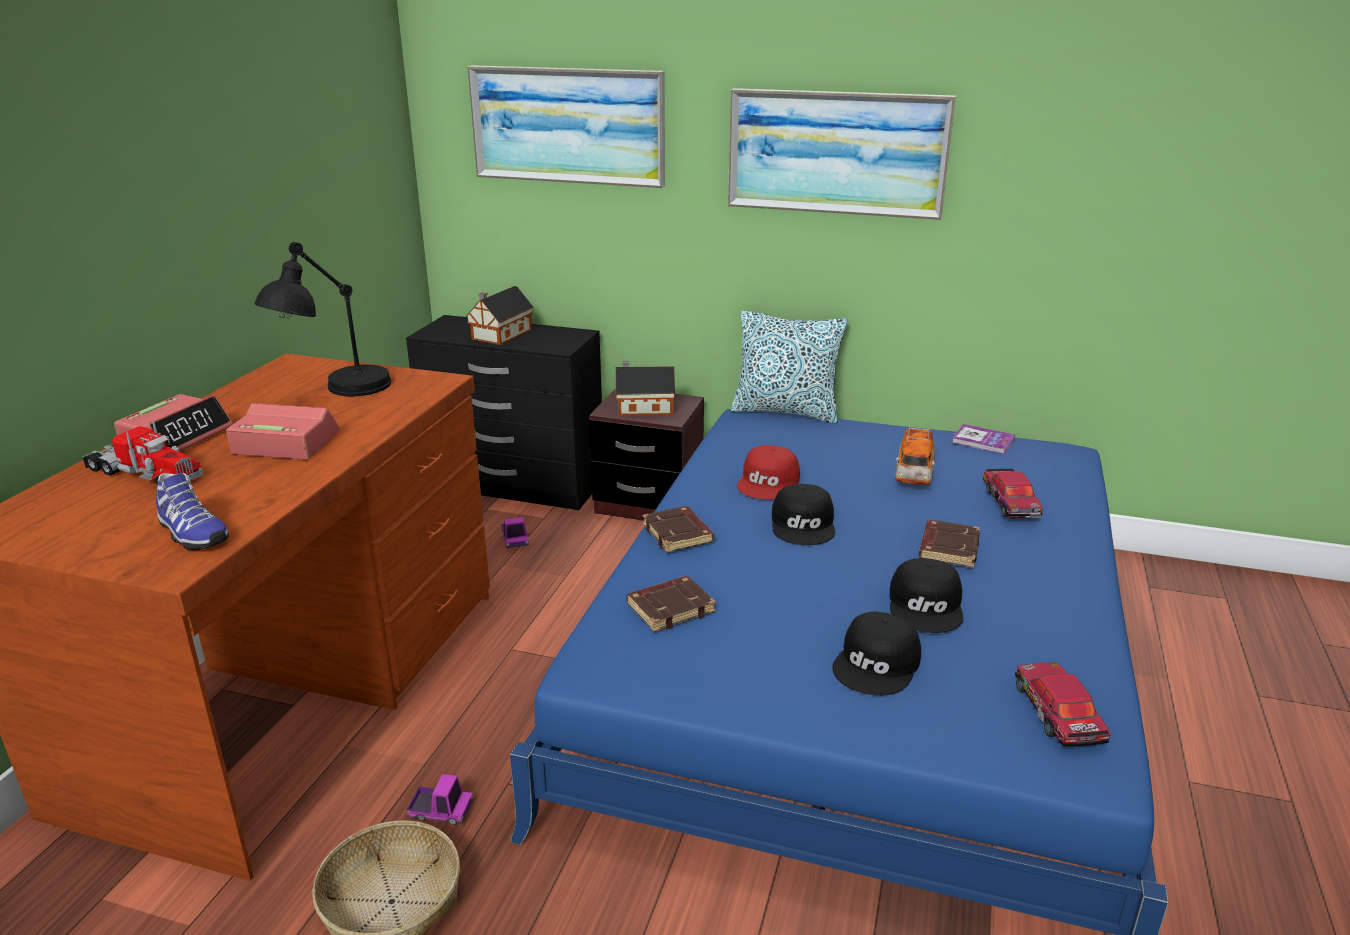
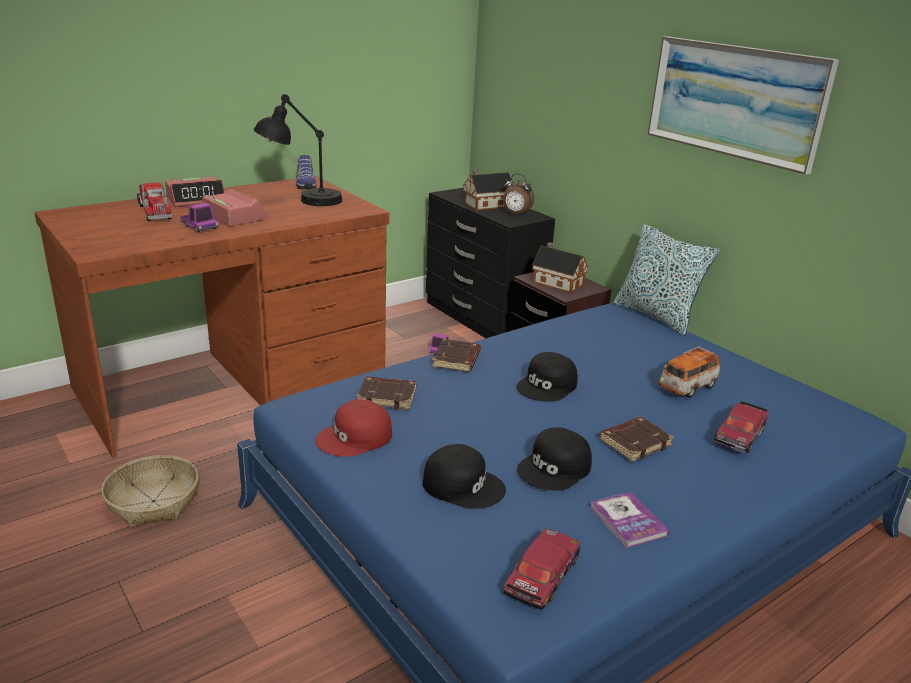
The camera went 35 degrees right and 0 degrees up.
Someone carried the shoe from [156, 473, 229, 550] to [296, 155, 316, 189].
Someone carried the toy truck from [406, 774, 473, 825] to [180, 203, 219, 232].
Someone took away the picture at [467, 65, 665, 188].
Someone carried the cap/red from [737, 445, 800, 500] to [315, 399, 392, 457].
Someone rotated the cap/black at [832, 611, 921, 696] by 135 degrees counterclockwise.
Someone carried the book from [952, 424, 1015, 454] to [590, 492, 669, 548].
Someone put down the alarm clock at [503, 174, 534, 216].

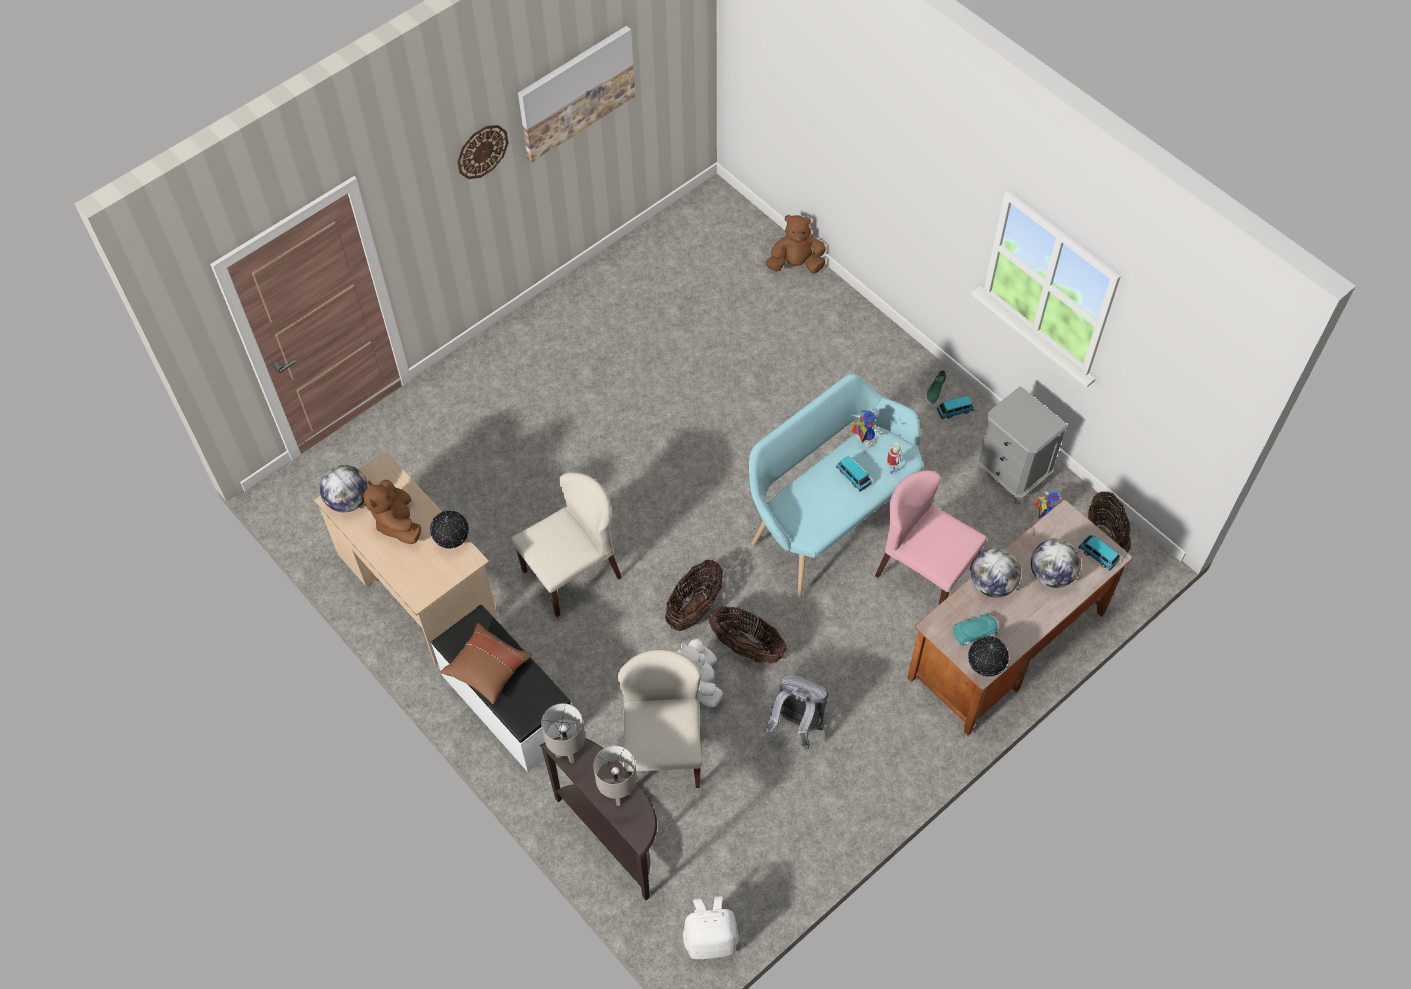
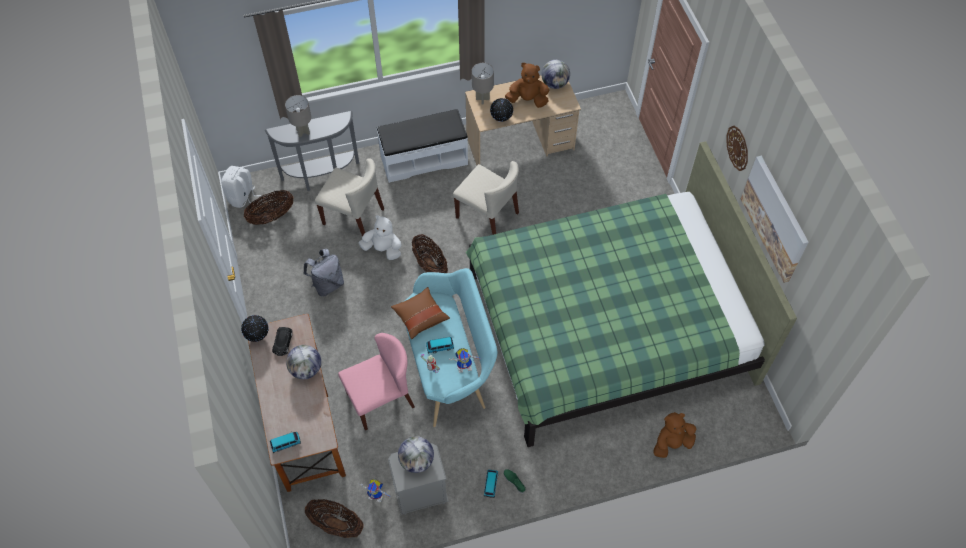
The camera went 115 degrees right and 0 degrees up.
Someone carried the pillow/brown from [440, 623, 532, 704] to [391, 287, 450, 339].
Someone rotated the chair/beige at [511, 472, 622, 617] by 45 degrees counterclockwise.
Someone repainted the console table/brown at [540, 735, 657, 900], which became the console table/grey at [265, 111, 359, 191].
Someone carried the table lamp/grey from [541, 703, 585, 763] to [471, 63, 494, 104].
Someone carried the basket from [709, 606, 787, 664] to [244, 190, 293, 225].
Someone rotated the plush toy/brown at [766, 215, 826, 274] by 135 degrees counterclockwise.
Someone repainted the toy car/turquoise at [952, 614, 998, 645], which became the toy car/black at [272, 327, 293, 356].
Someone carried the globe from [1031, 539, 1081, 588] to [398, 436, 434, 473].
Someone put down the bed/green at [466, 141, 797, 447].

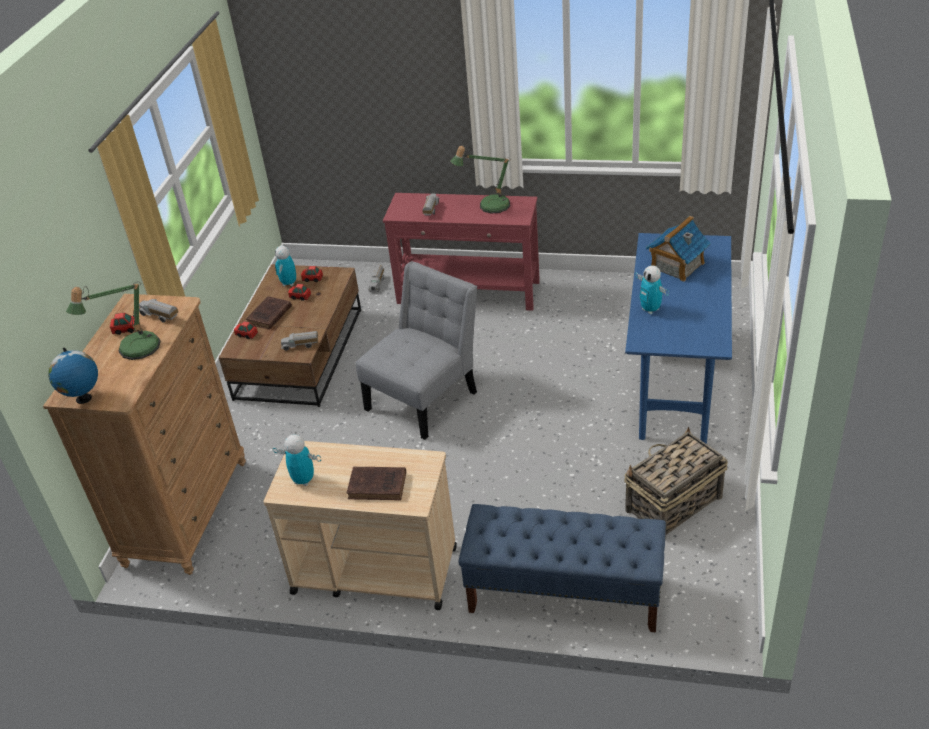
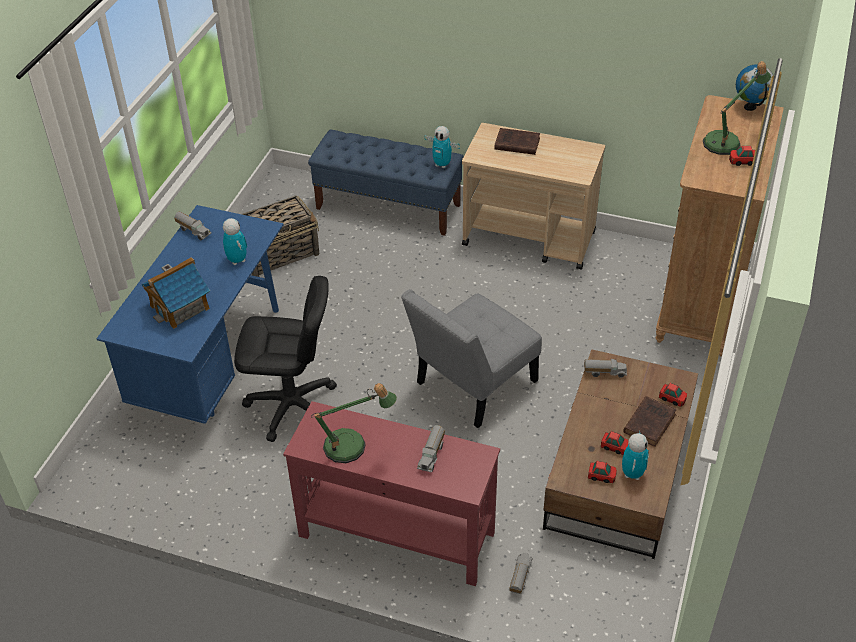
The camera went 175 degrees left and 5 degrees up.
Someone carried the toy truck from [139, 299, 178, 323] to [174, 211, 212, 240].
Someone carried the toy robot from [273, 434, 321, 486] to [424, 126, 460, 168].
Someone put down the office chair/black at [234, 276, 337, 442].

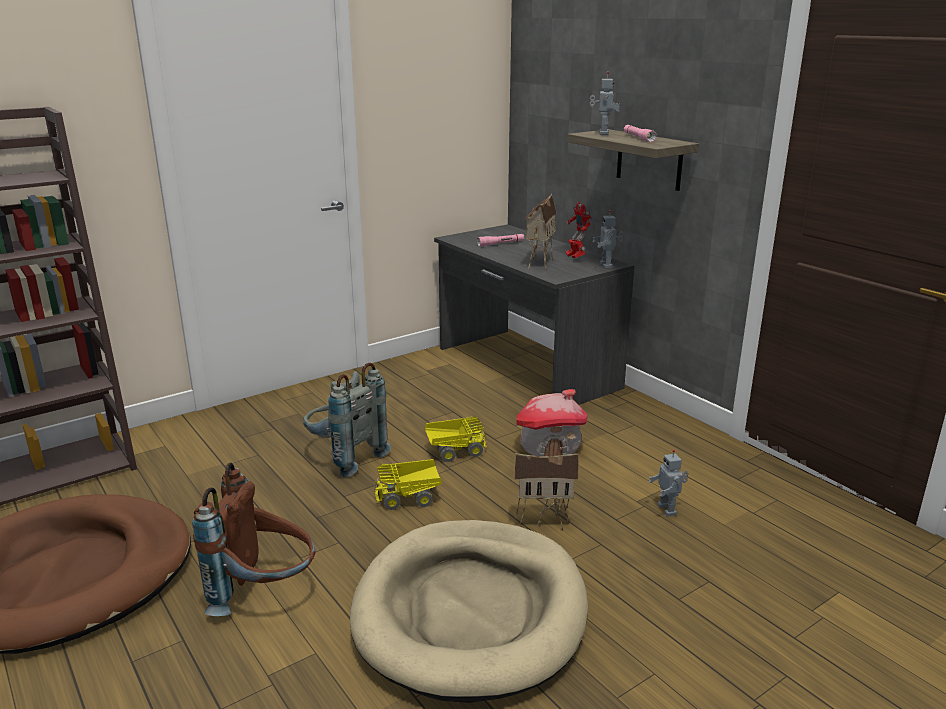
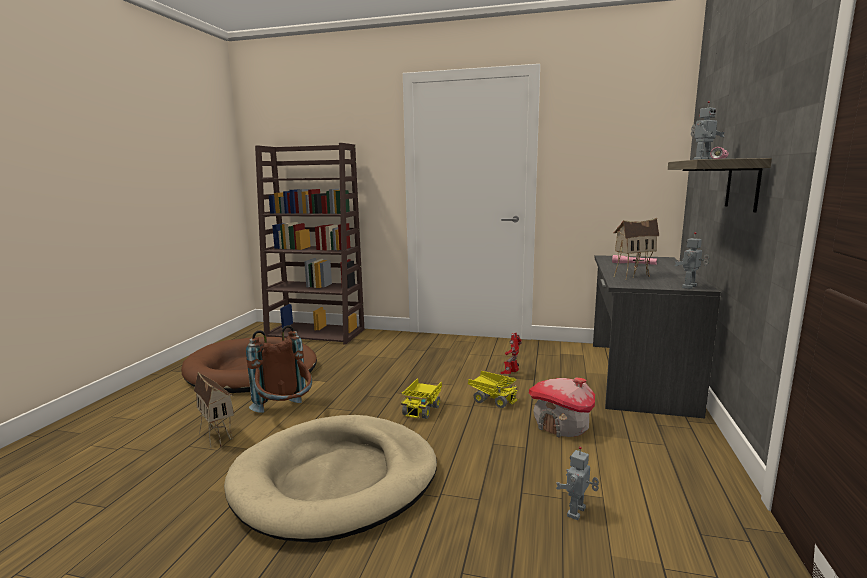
The camera went 50 degrees right and 10 degrees down.
Someone took away the backpack/grey at [303, 363, 391, 477].
Someone rotated the toy truck at [374, 459, 442, 510] by 105 degrees counterclockwise.
Someone carried the toy house from [514, 453, 579, 530] to [194, 372, 234, 448].
Someone carried the toy robot from [566, 202, 592, 258] to [501, 332, 522, 374].

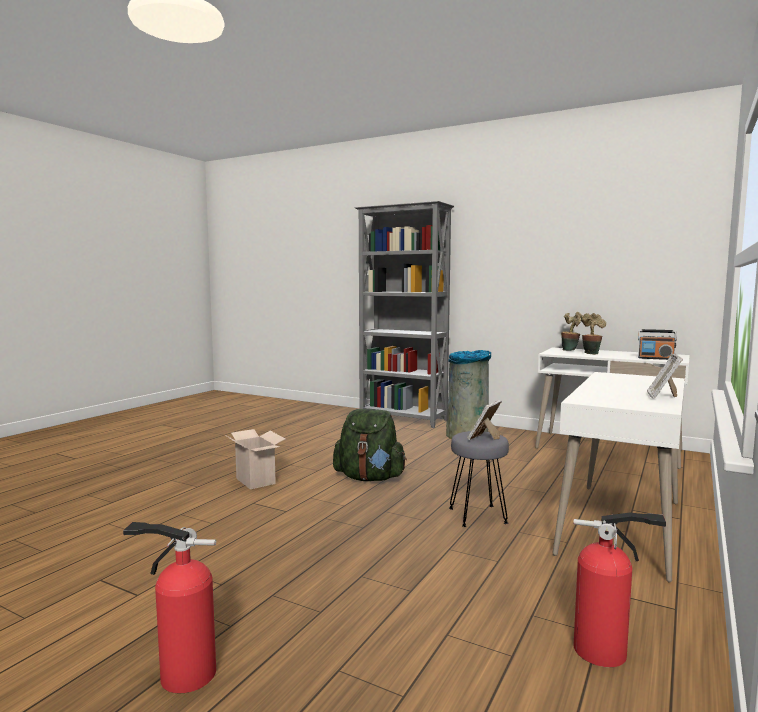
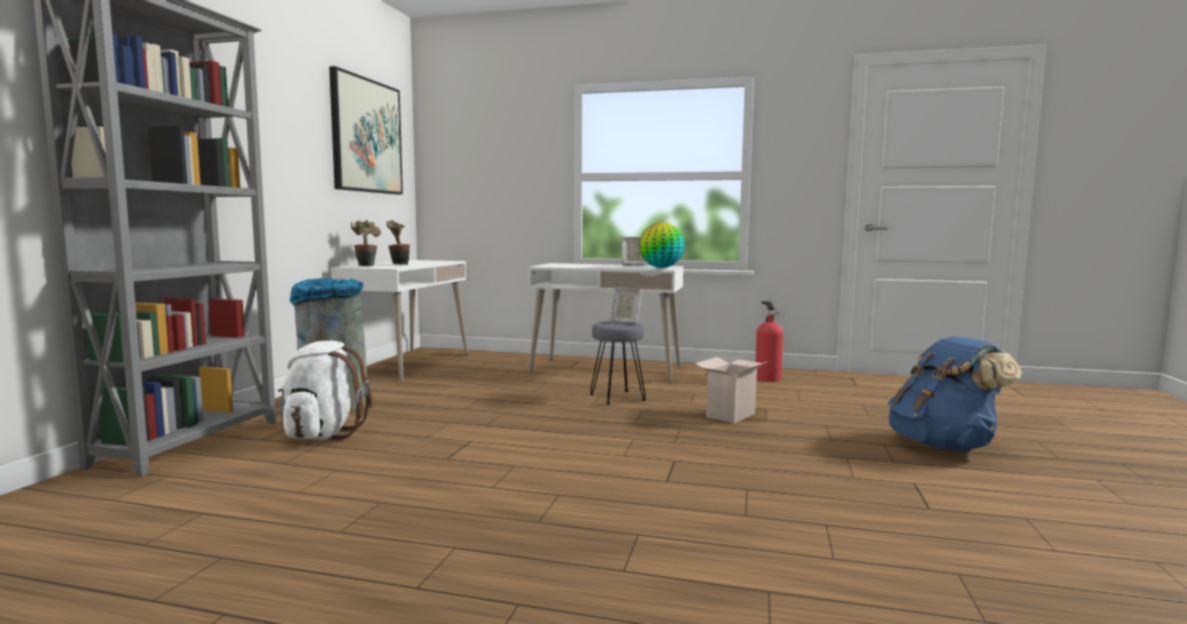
The camera went 105 degrees left and 0 degrees up.
Someone swapped the fire extinguisher at [123, 522, 216, 693] for the backpack/blue at [888, 336, 1022, 452].
Someone carried the cardboard box from [225, 429, 285, 489] to [695, 357, 769, 423].
Someone took away the backpack/green at [333, 409, 407, 481].
Someone took away the radio at [638, 329, 677, 360].
Someone put down the backpack/white at [278, 341, 373, 440].
Someone put up the picture at [329, 66, 403, 195].
Someone put down the globe at [639, 222, 685, 268].

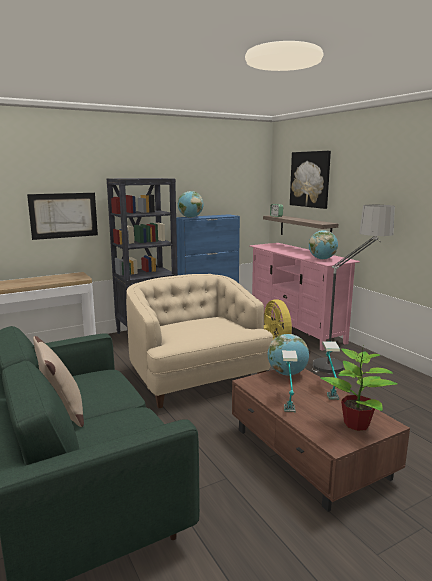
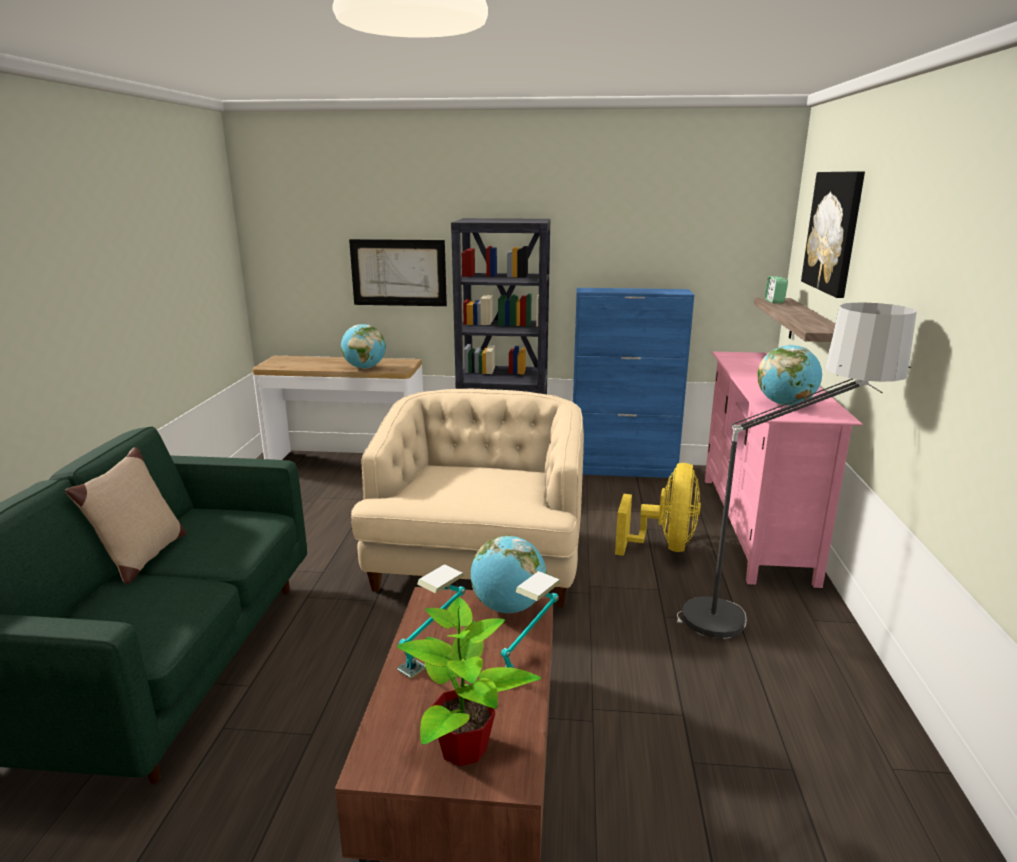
The camera went 35 degrees right and 5 degrees up.
Someone carried the globe from [178, 191, 203, 218] to [341, 324, 386, 369].

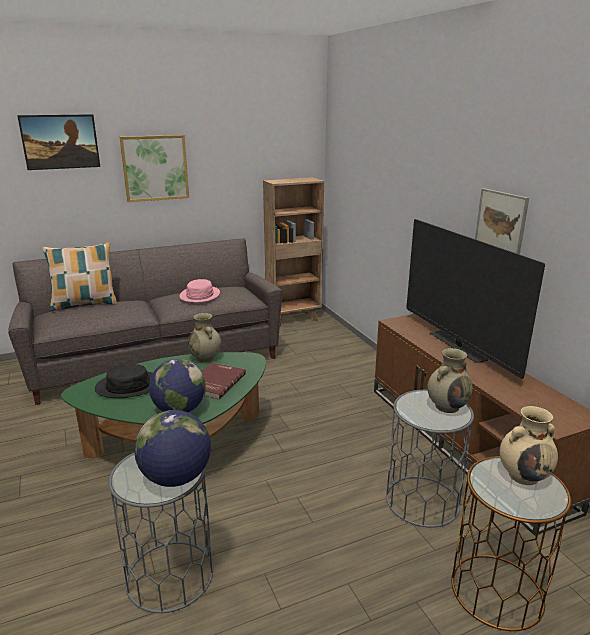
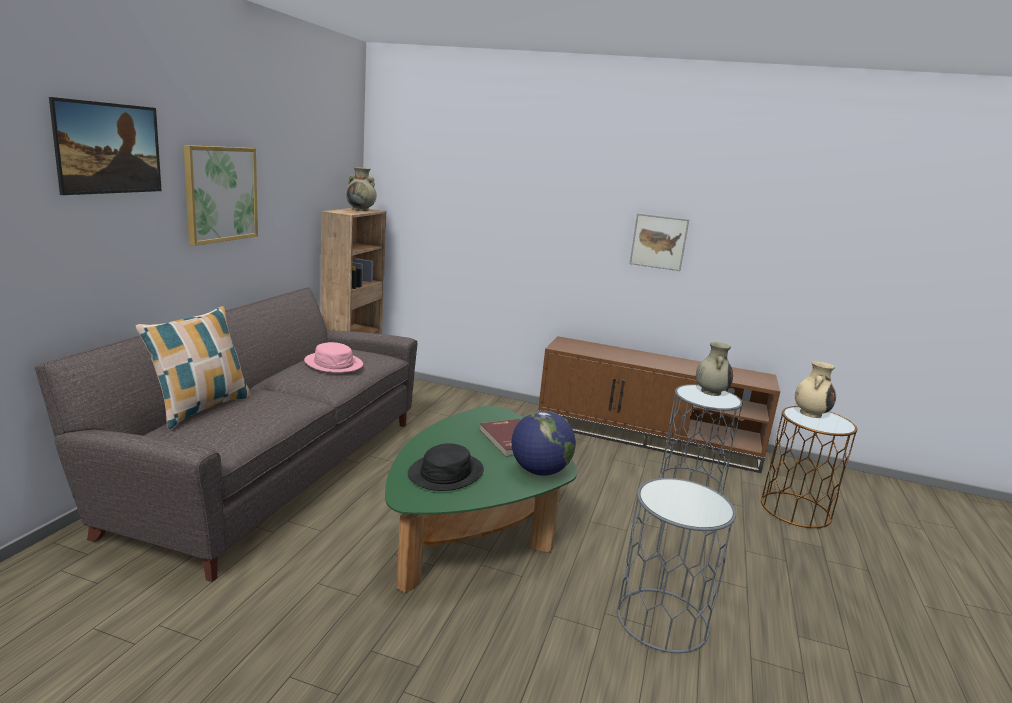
The camera went 50 degrees left and 5 degrees down.
Someone took away the globe at [134, 410, 211, 487].
Someone carried the vase/beige from [188, 313, 221, 362] to [346, 167, 376, 211].
Someone took away the television at [406, 219, 545, 379].

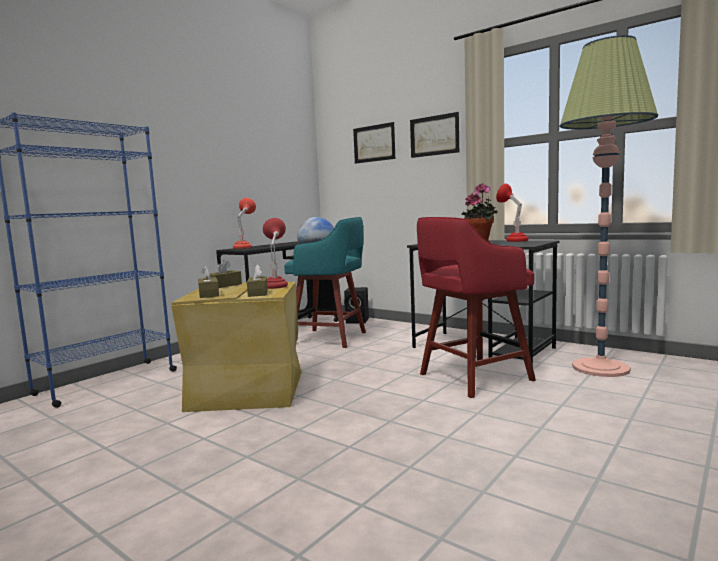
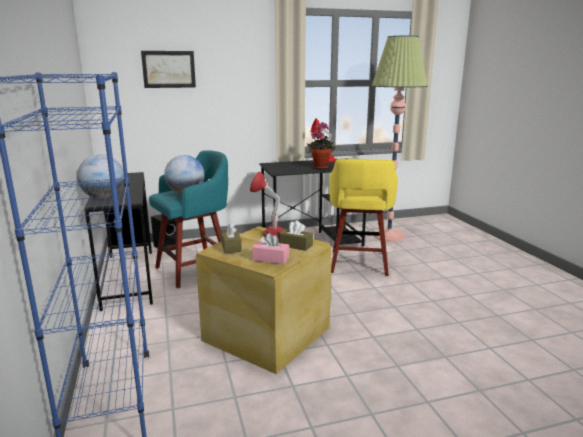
The camera went 55 degrees left and 10 degrees up.
Someone repainted the tissue box/brown at [198, 266, 219, 298], which became the tissue box/pink at [252, 233, 289, 264].
Someone swapped the table lamp/red at [233, 198, 256, 249] for the globe at [77, 155, 124, 199].
Someone took away the picture at [410, 112, 459, 158].
Someone repainted the stool/red at [417, 217, 536, 398], which became the stool/yellow at [329, 159, 398, 276].

